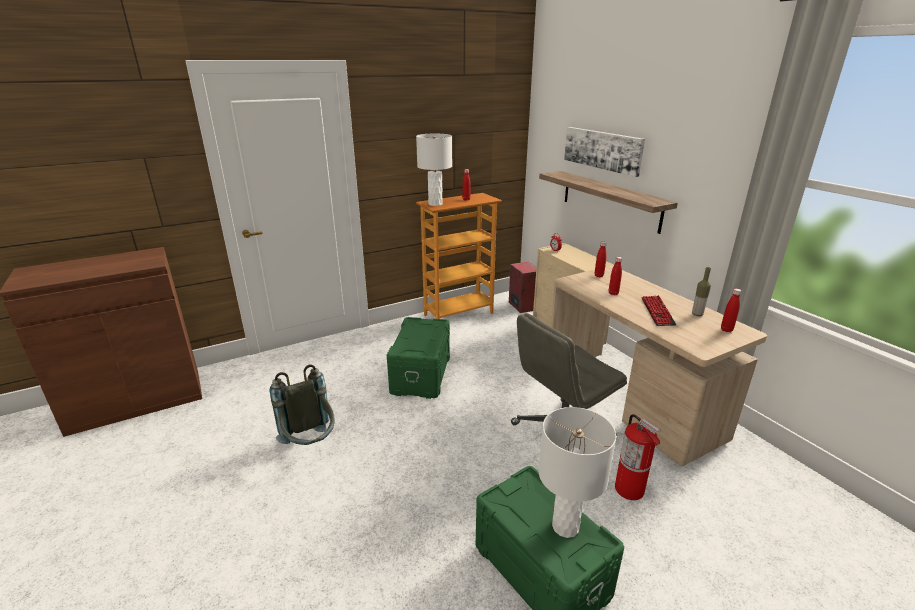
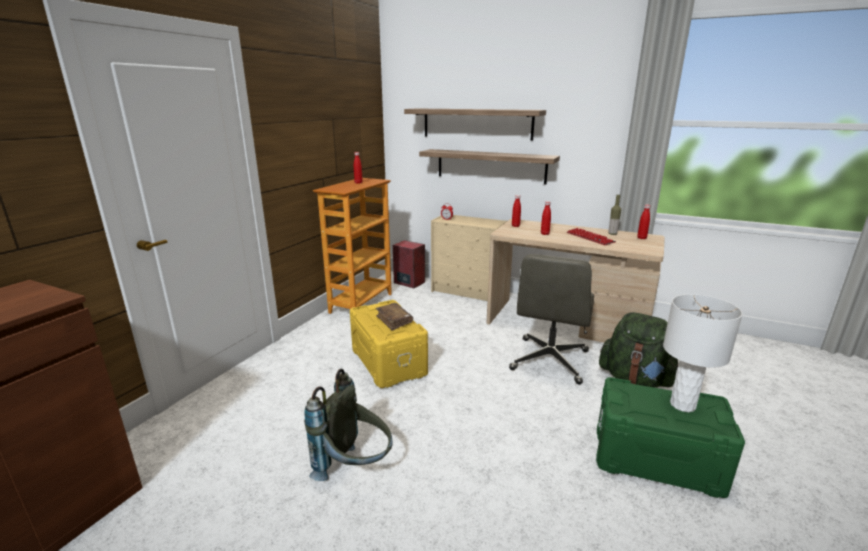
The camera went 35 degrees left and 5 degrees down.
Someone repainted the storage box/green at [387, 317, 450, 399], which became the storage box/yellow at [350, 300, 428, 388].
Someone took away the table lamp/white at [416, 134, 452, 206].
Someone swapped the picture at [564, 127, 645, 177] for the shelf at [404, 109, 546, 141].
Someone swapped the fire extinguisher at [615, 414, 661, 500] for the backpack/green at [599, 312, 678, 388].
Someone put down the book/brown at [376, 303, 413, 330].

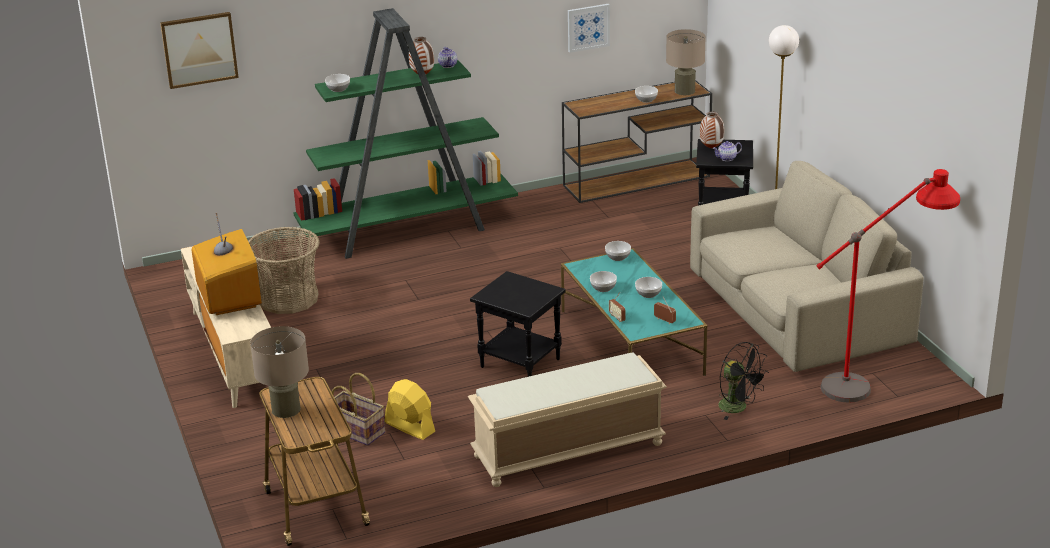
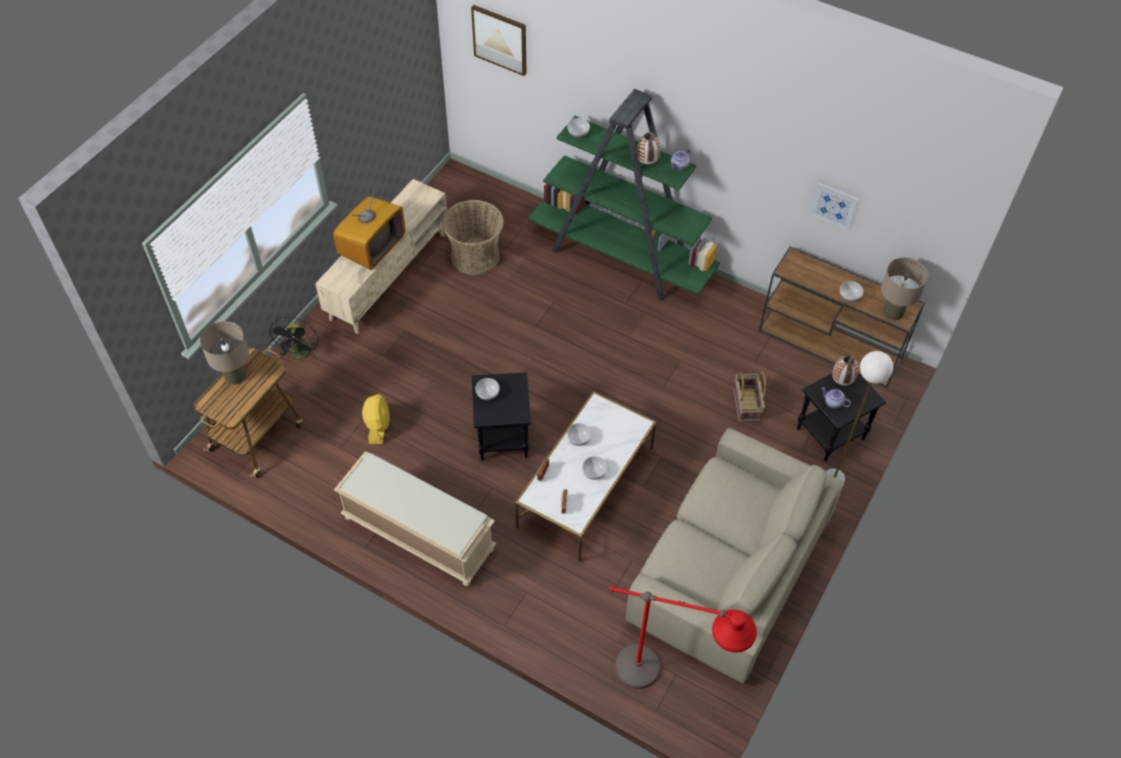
The camera went 50 degrees right and 25 degrees up.
Someone carried the basket from [326, 373, 385, 446] to [733, 372, 766, 422].
Someone repainted the coffee table/turquoise at [561, 248, 707, 376], which became the coffee table/white at [515, 391, 656, 562].
Someone carried the bowl from [605, 241, 631, 261] to [475, 378, 499, 400].
Someone carried the fan/black from [718, 342, 769, 420] to [268, 317, 319, 359].

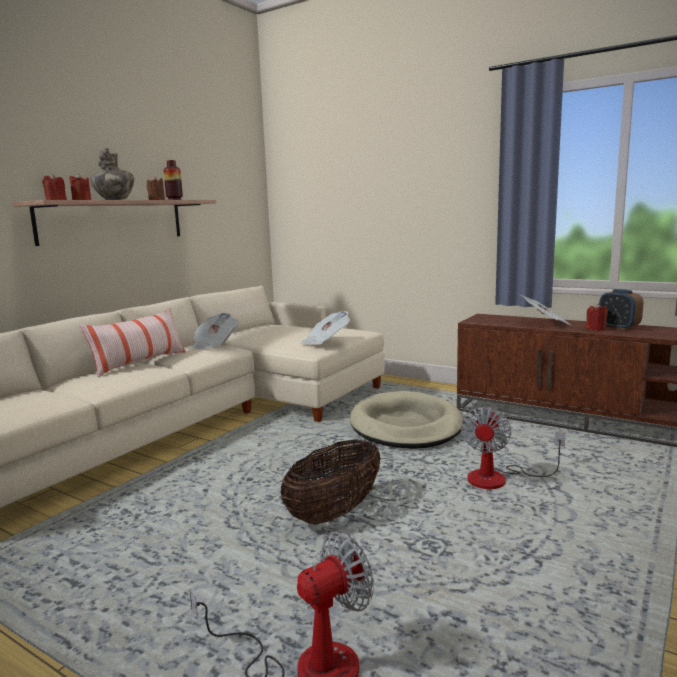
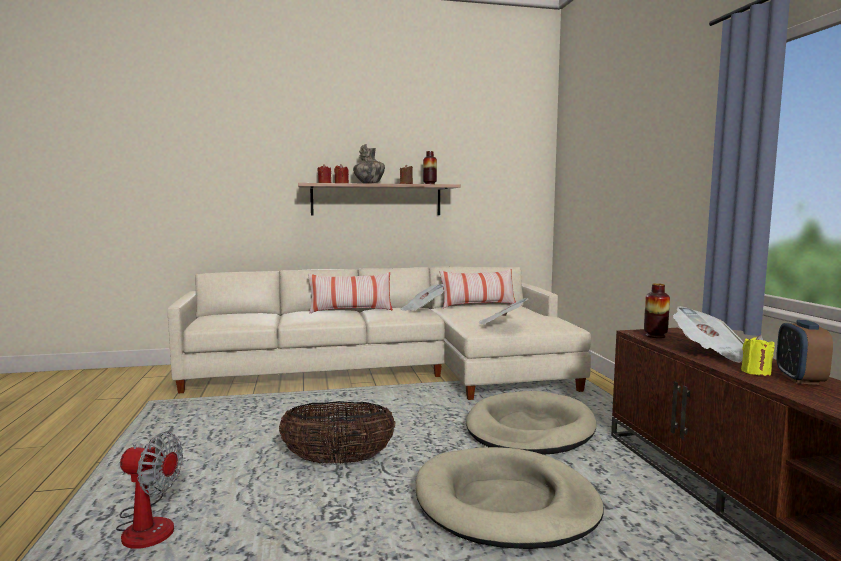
The camera went 45 degrees right and 5 degrees down.
Someone swapped the fan at [461, 406, 565, 489] for the dog bed/beige at [416, 447, 604, 549].
Someone repainted the candle/red at [586, 303, 608, 331], which became the candle/yellow at [741, 335, 775, 376].
Someone put down the pillow at [439, 269, 516, 308].
Someone put down the vase at [644, 283, 670, 338].

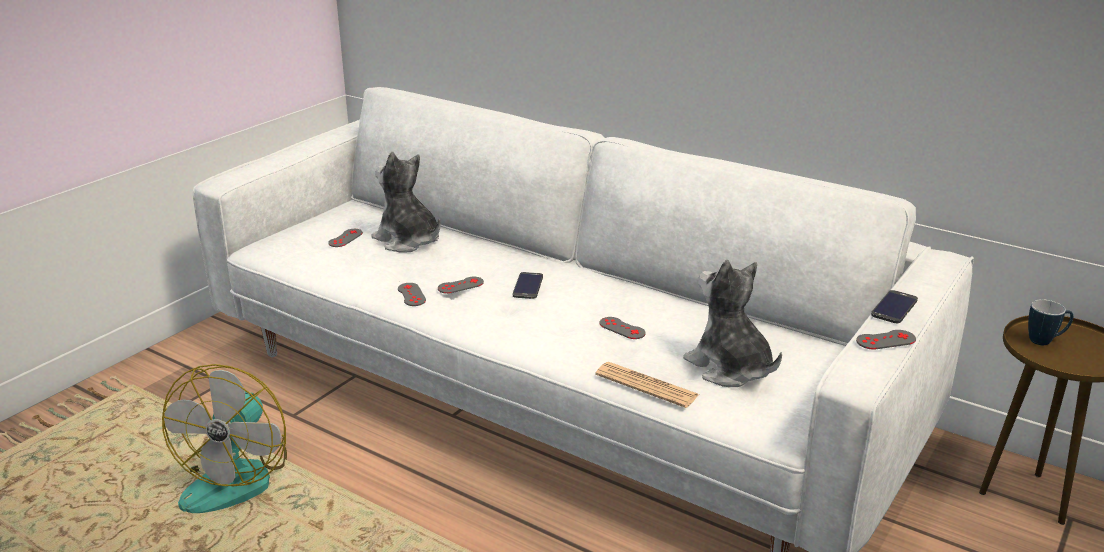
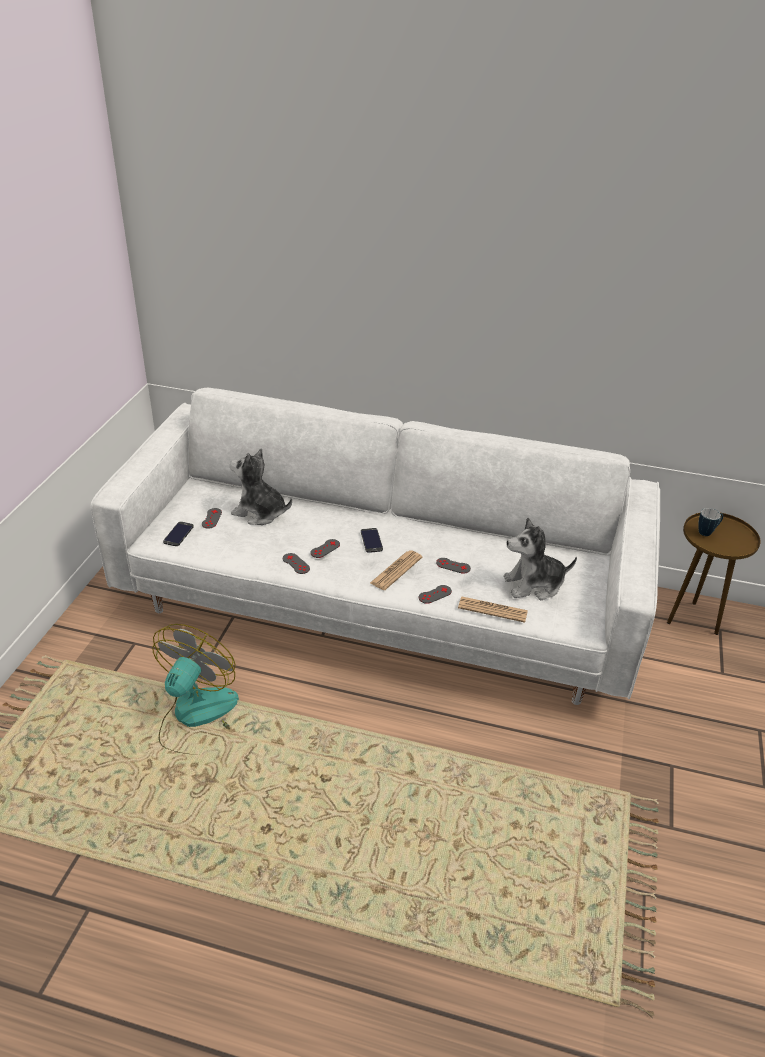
The camera went 20 degrees left and 10 degrees up.
Someone rotated the fan at [162, 364, 287, 513] by 150 degrees counterclockwise.
Someone rotated the plush toy at [683, 260, 782, 387] by 45 degrees counterclockwise.
Someone carried the game controller/grey from [856, 330, 916, 350] to [419, 585, 452, 604].
Someone carried the phone from [871, 290, 918, 323] to [163, 522, 194, 546].
Someone put down the newspaper at [370, 550, 422, 590].

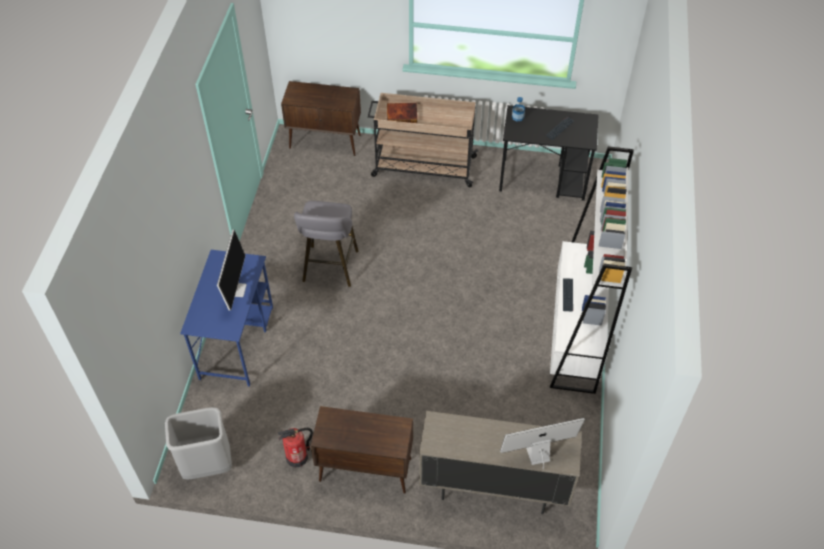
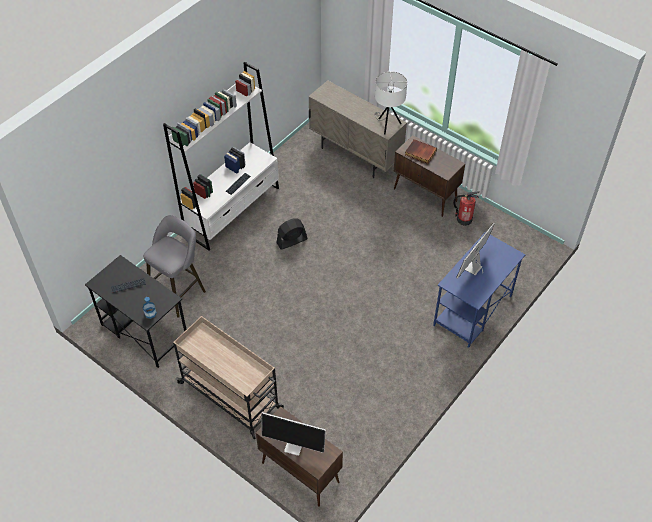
The camera went 150 degrees left and 0 degrees up.
Someone took away the trash can/grey at [165, 407, 232, 480].
Someone carried the stool/grey from [294, 201, 359, 287] to [143, 215, 206, 318].
Someone carried the book from [387, 103, 417, 123] to [405, 139, 437, 164].
Someone carried the monitor from [500, 418, 585, 469] to [261, 412, 326, 456].
Someone put down the fan/black at [276, 218, 308, 250].
Someone put down the table lamp/white at [375, 71, 407, 134].

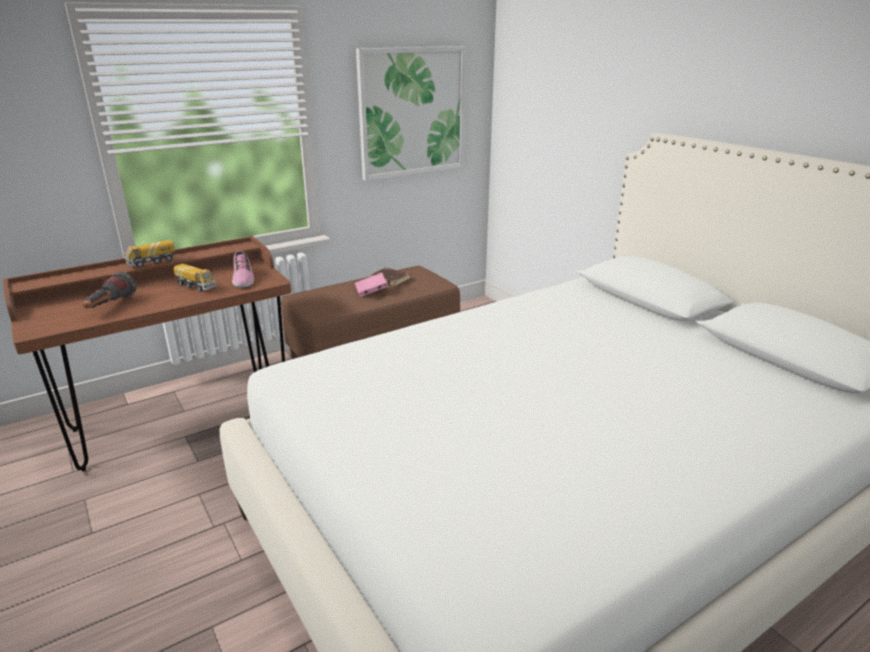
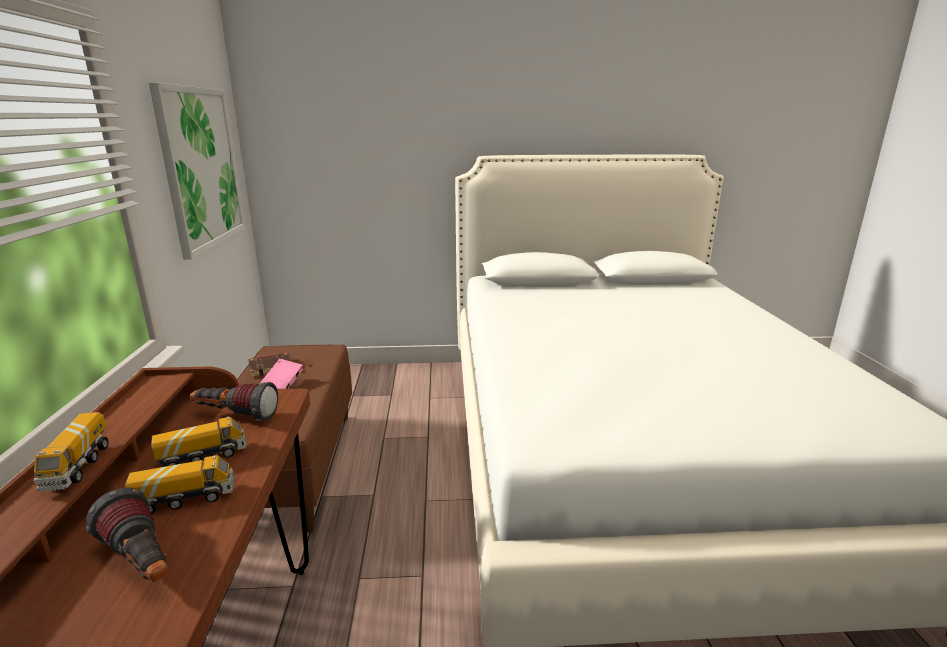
The camera went 60 degrees left and 5 degrees down.
Someone swapped the shoe at [232, 251, 254, 287] for the flashlight at [190, 382, 278, 422].
Someone put down the toy truck at [125, 455, 234, 515].

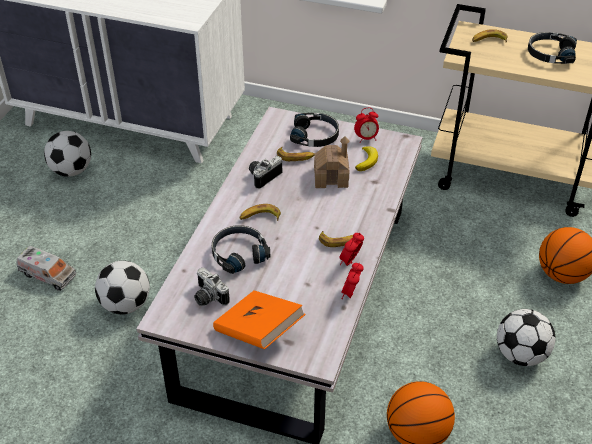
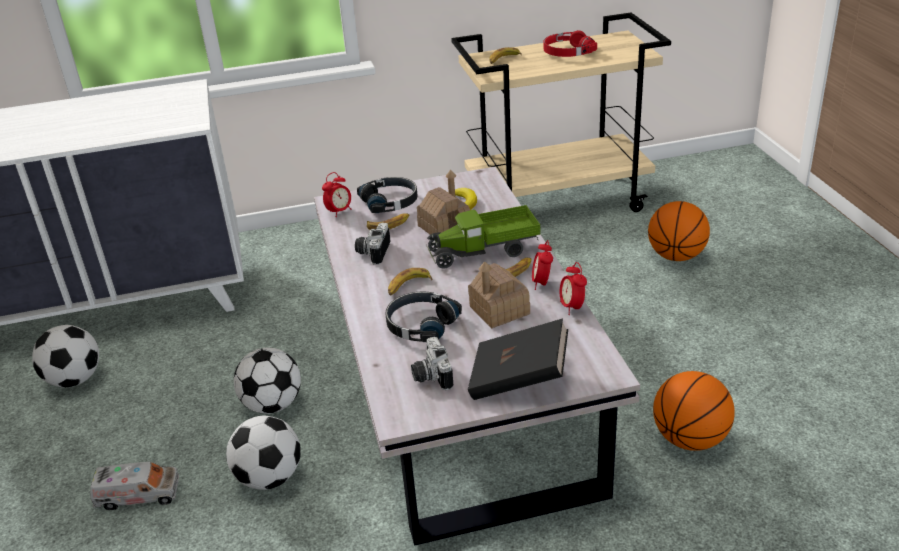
The camera went 30 degrees left and 10 degrees down.
Someone rotated the photo camera at [194, 268, 230, 306] by 60 degrees clockwise.
Someone repainted the book/orange at [213, 290, 306, 349], which became the book/black at [468, 319, 568, 400].
Someone carried the alarm clock from [354, 108, 379, 143] to [322, 172, 351, 217].
Someone carried the football from [497, 309, 555, 366] to [234, 347, 301, 414].
Someone repainted the headphones/black at [528, 32, 577, 64], which became the headphones/red at [543, 30, 597, 57].
Someone put down the toy truck at [427, 205, 541, 269].
Someone put down the toy house at [468, 262, 530, 328].

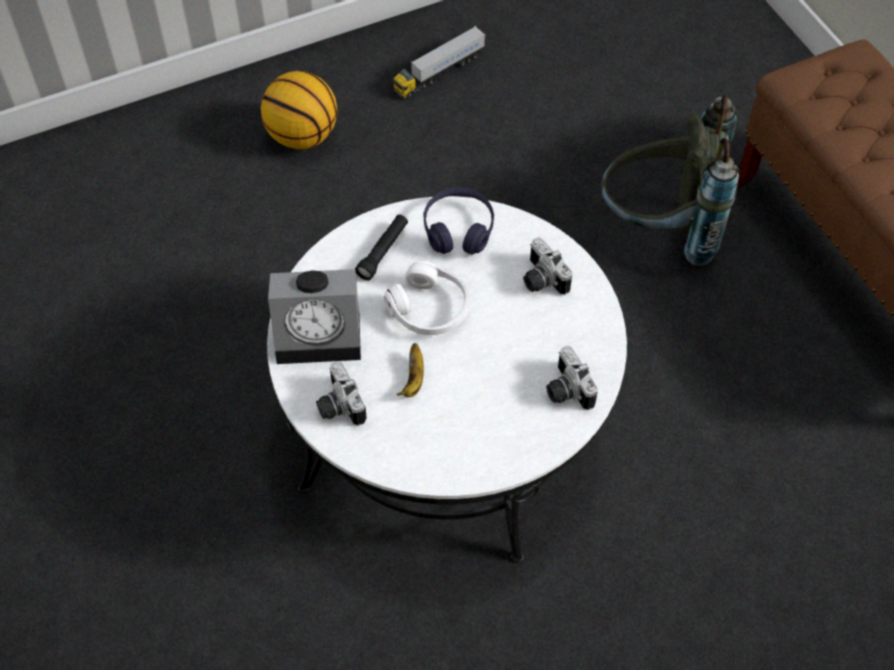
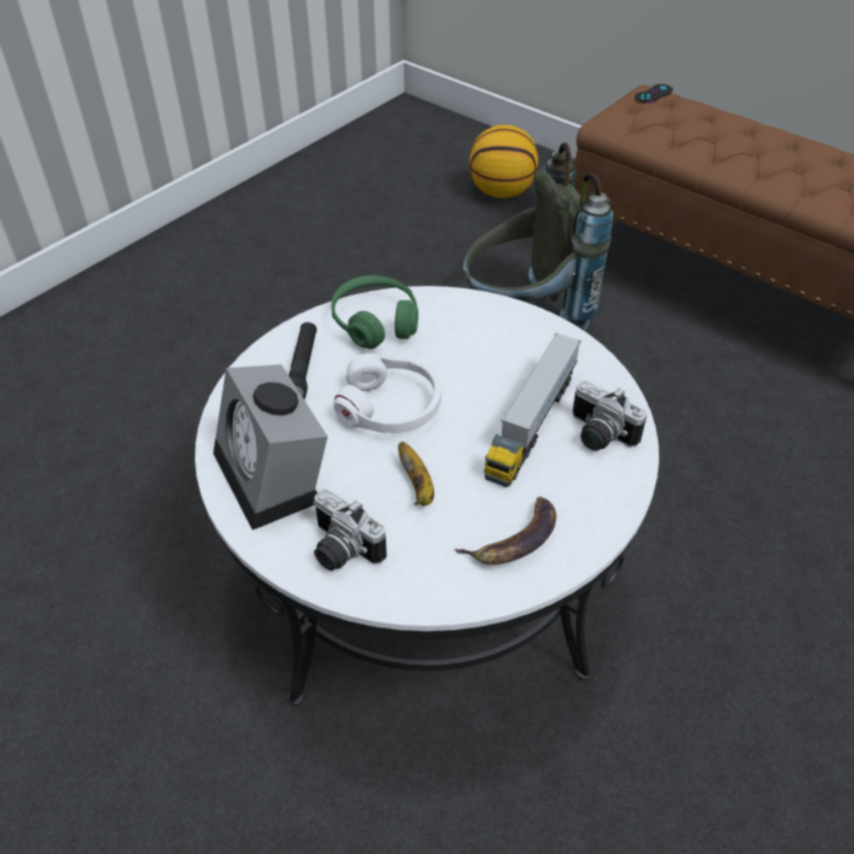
The camera went 25 degrees left and 10 degrees down.
Someone carried the basketball from [261, 71, 337, 149] to [469, 125, 538, 199].
Someone rotated the alarm clock at [268, 269, 361, 364] by 90 degrees clockwise.
Someone carried the toy truck from [393, 26, 485, 99] to [484, 332, 581, 487].
Someone repainted the headphones/purple at [424, 187, 494, 255], which became the headphones/green at [331, 275, 418, 349].
Someone took away the photo camera at [523, 237, 573, 295].
Someone put down the banana at [454, 497, 556, 565].
Someone put down the game controller/black at [635, 84, 673, 103].

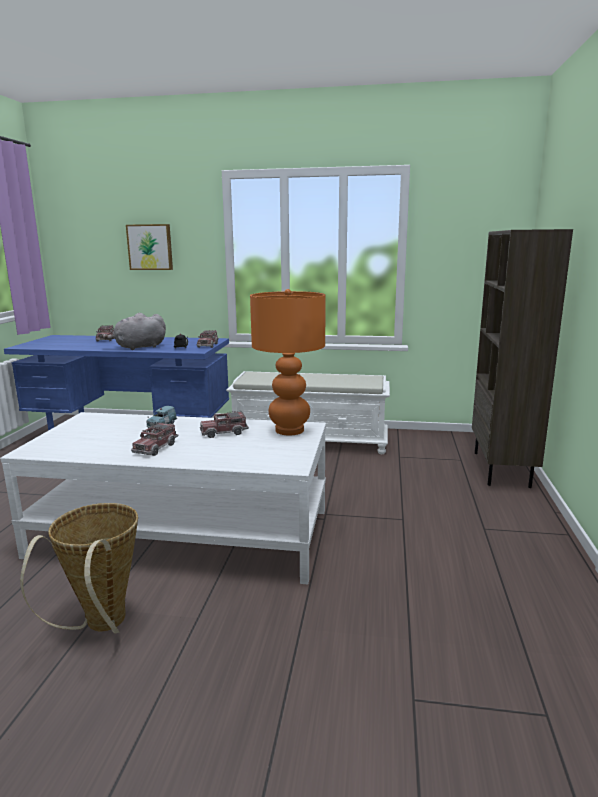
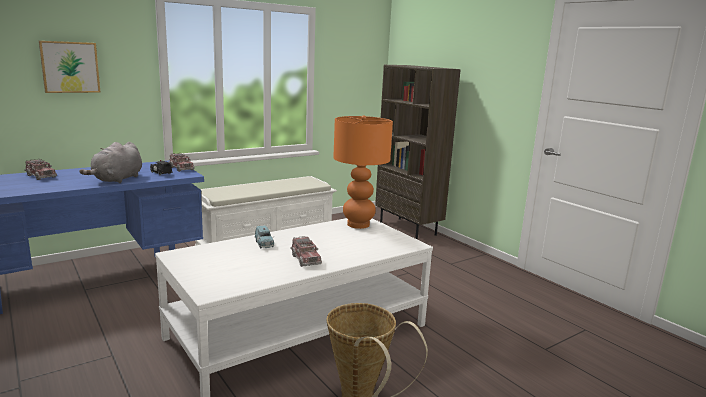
The camera went 45 degrees left and 0 degrees up.
Someone took away the toy truck at [200, 411, 249, 438].

